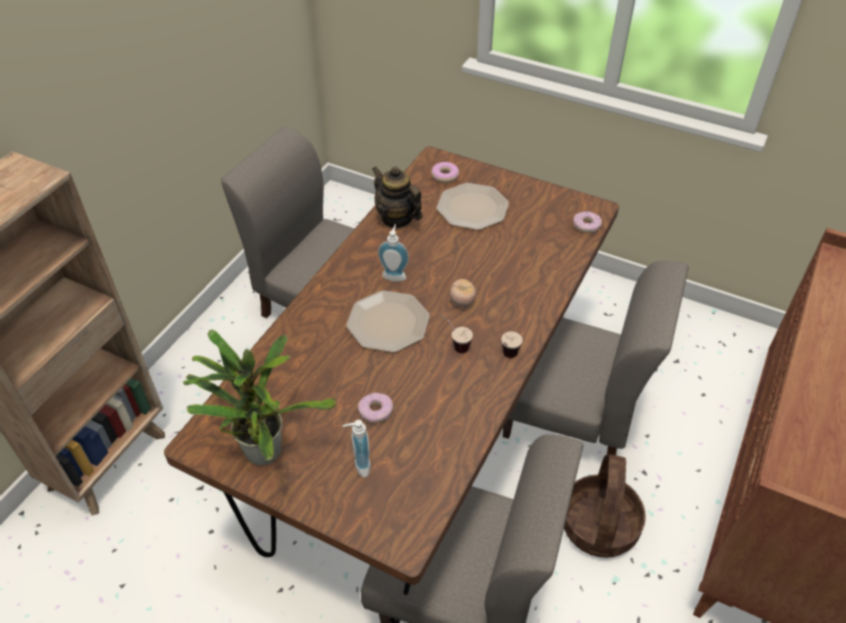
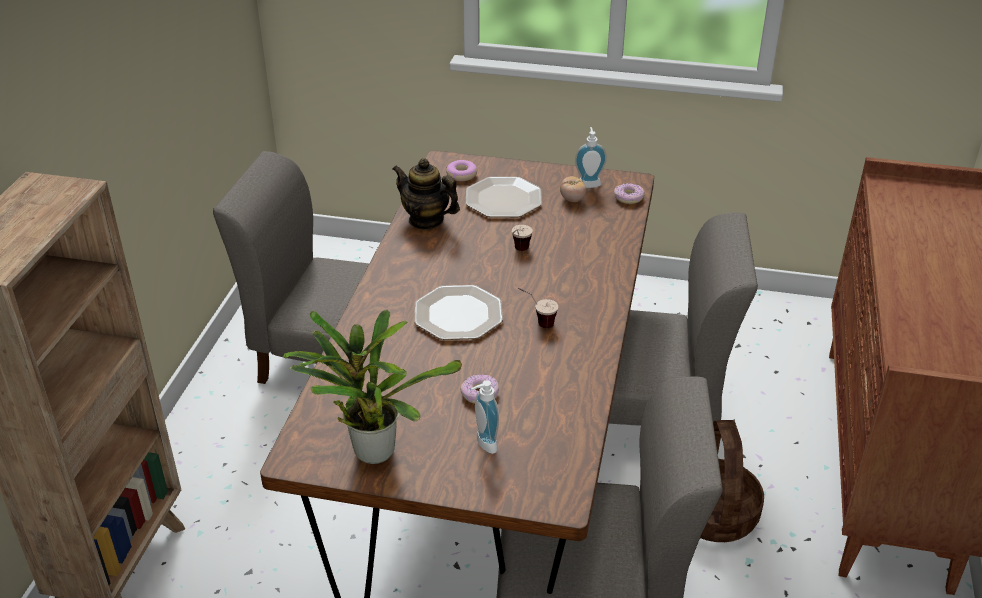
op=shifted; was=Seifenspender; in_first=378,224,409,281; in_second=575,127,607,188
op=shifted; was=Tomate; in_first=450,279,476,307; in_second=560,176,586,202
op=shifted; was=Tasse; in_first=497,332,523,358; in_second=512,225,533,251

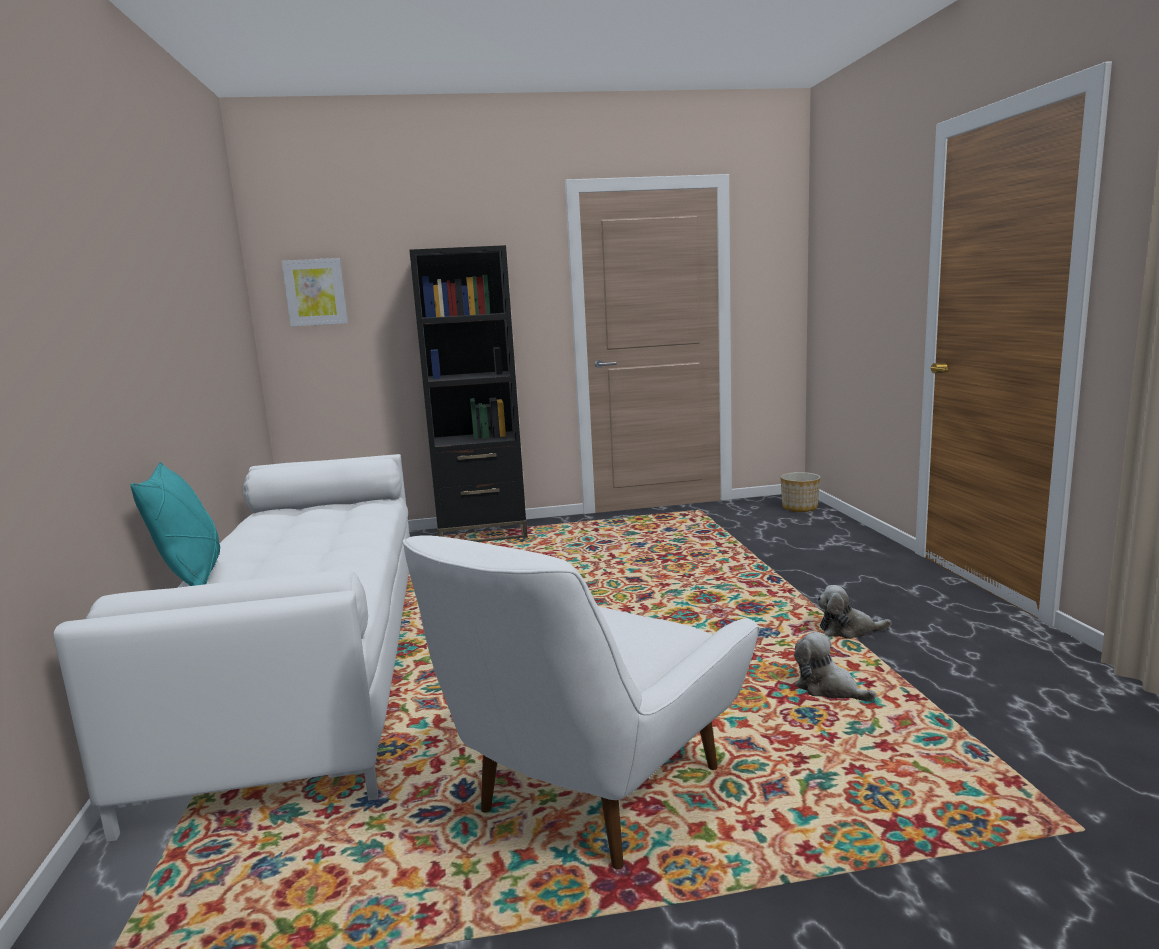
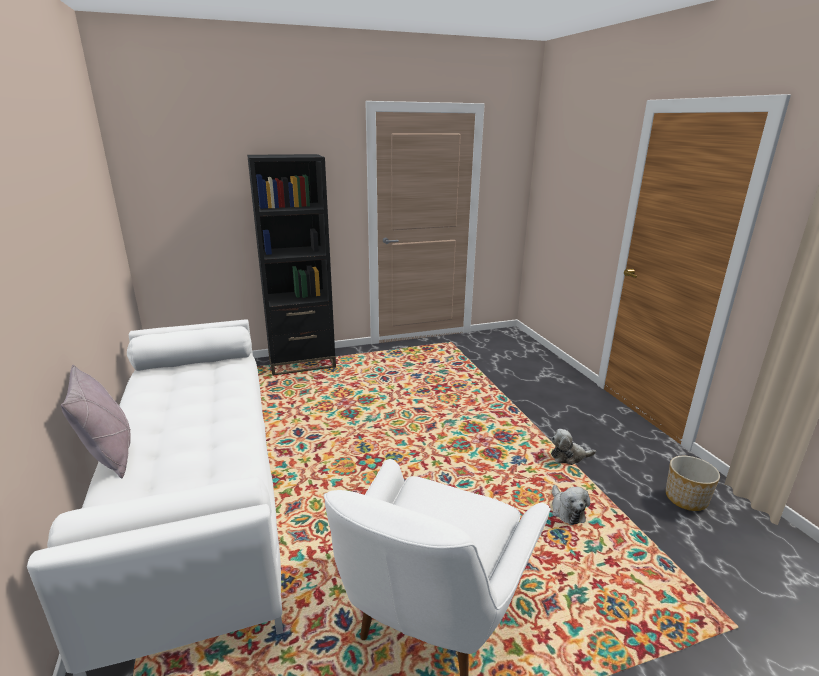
op=repainted; was=Kissen (türkis); now=Kissen (lila); in_first=131,462,220,586; in_second=61,365,131,478
op=gone; was=Bild; in_first=282,258,348,327
op=shifted; was=Pflanzkübel; in_first=780,472,820,512; in_second=666,456,720,511
op=rotated; was=Plüschtier; in_first=794,632,876,702; in_second=552,485,590,525; clockwise=-135

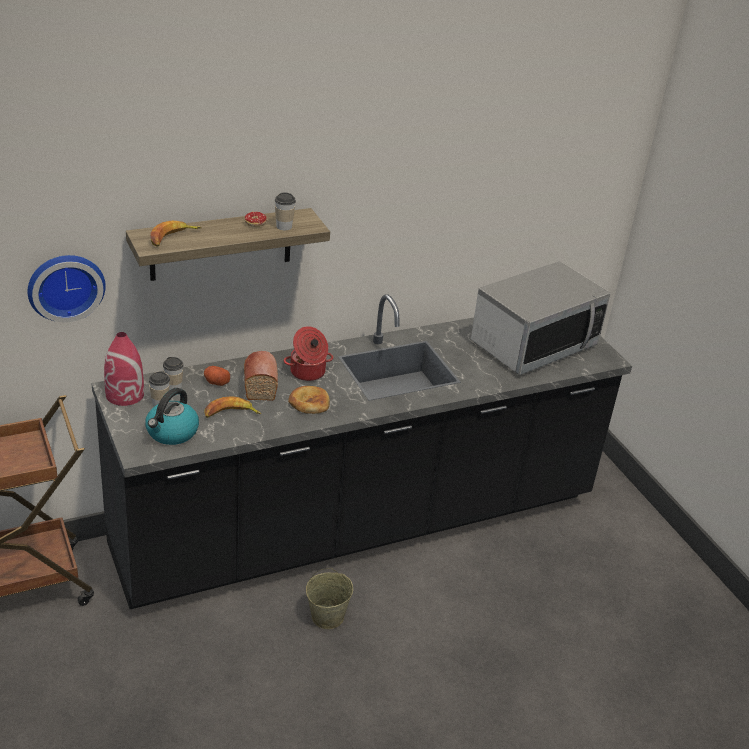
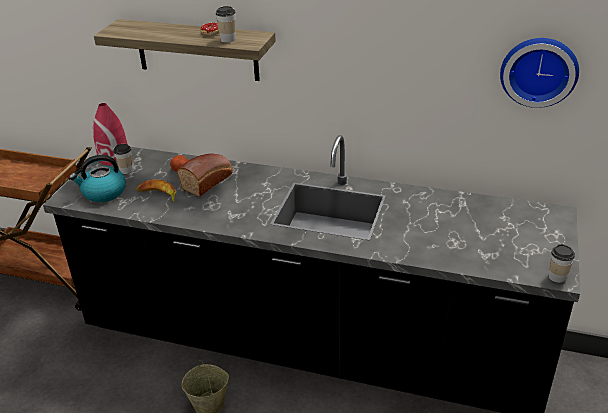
op=shifted; was=Wanduhr; in_first=28,255,106,322; in_second=500,38,579,108
op=gone; was=Banane; in_first=151,221,202,247
op=shifted; was=Tasse; in_first=163,357,184,390; in_second=549,244,575,283
op=gone; was=Kochtopf; in_first=284,326,333,381
op=gone; was=Brot; in_first=288,386,330,414
op=gone; was=Mikrowelle; in_first=471,261,611,375

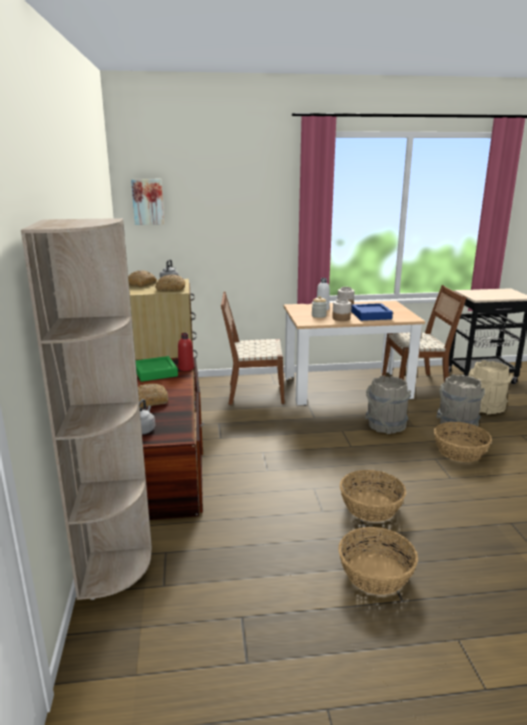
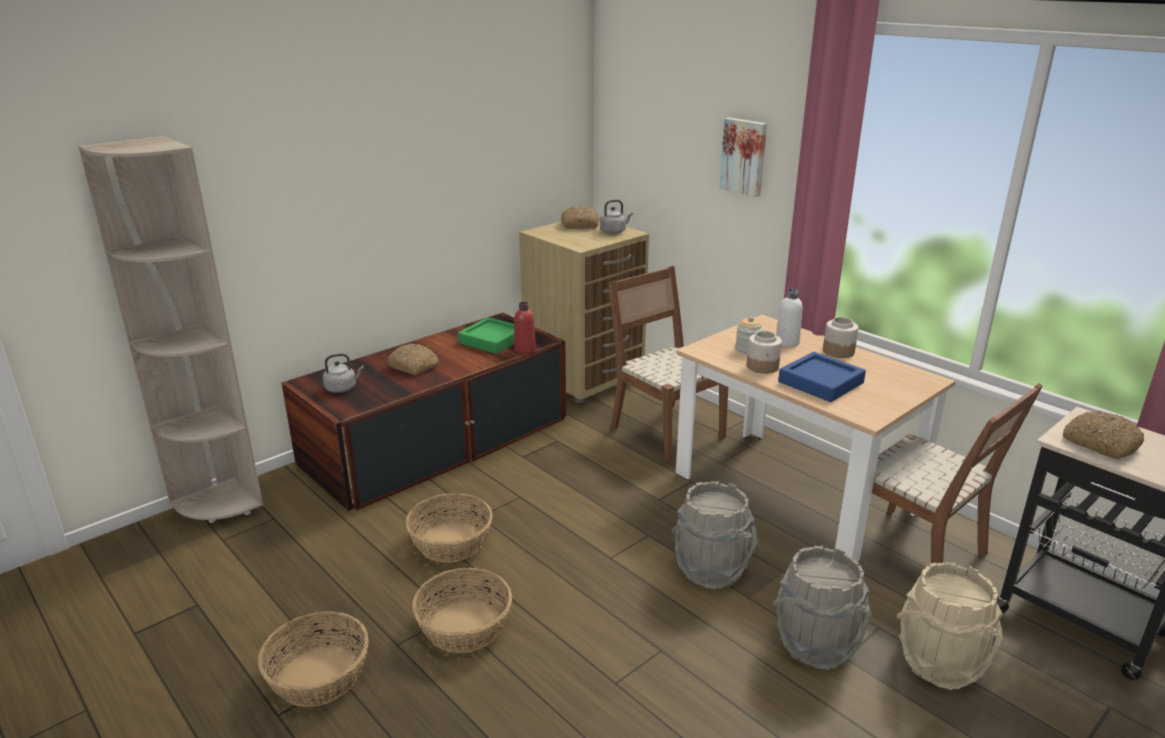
op=shifted; was=Bild; in_first=131,179,164,225; in_second=719,118,767,197
op=shifted; was=Brot; in_first=155,274,185,291; in_second=1063,411,1144,459
op=shifted; was=Korb; in_first=434,422,492,462; in_second=406,493,493,562

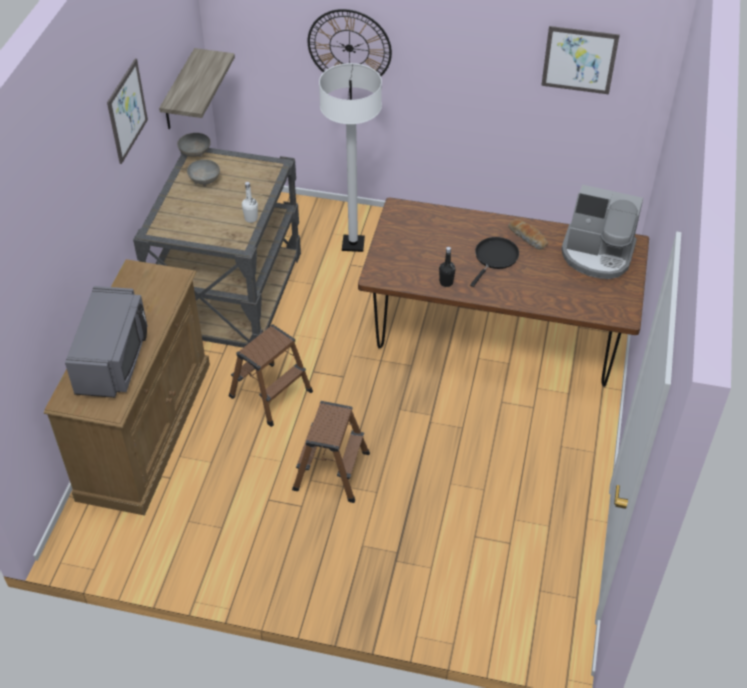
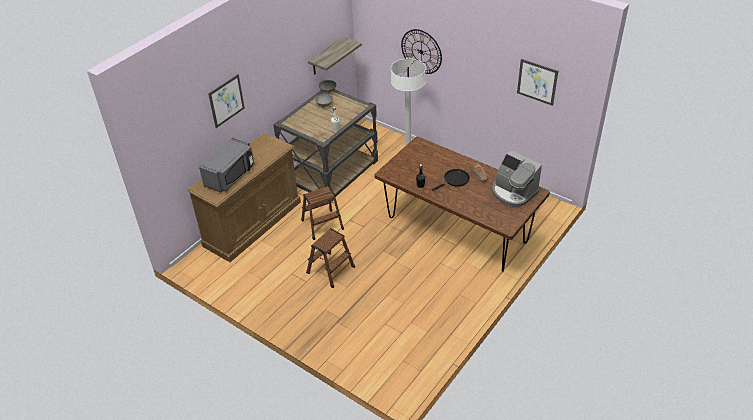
op=shifted; was=Bild; in_first=107,59,148,164; in_second=208,74,245,128

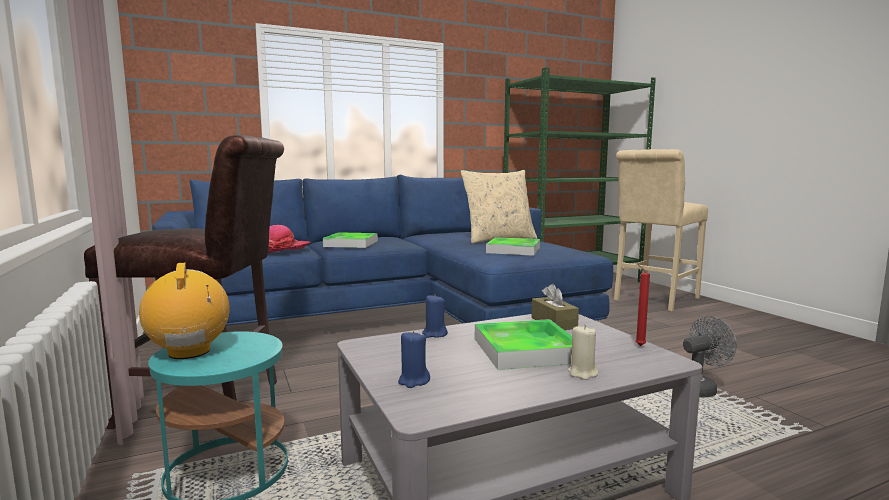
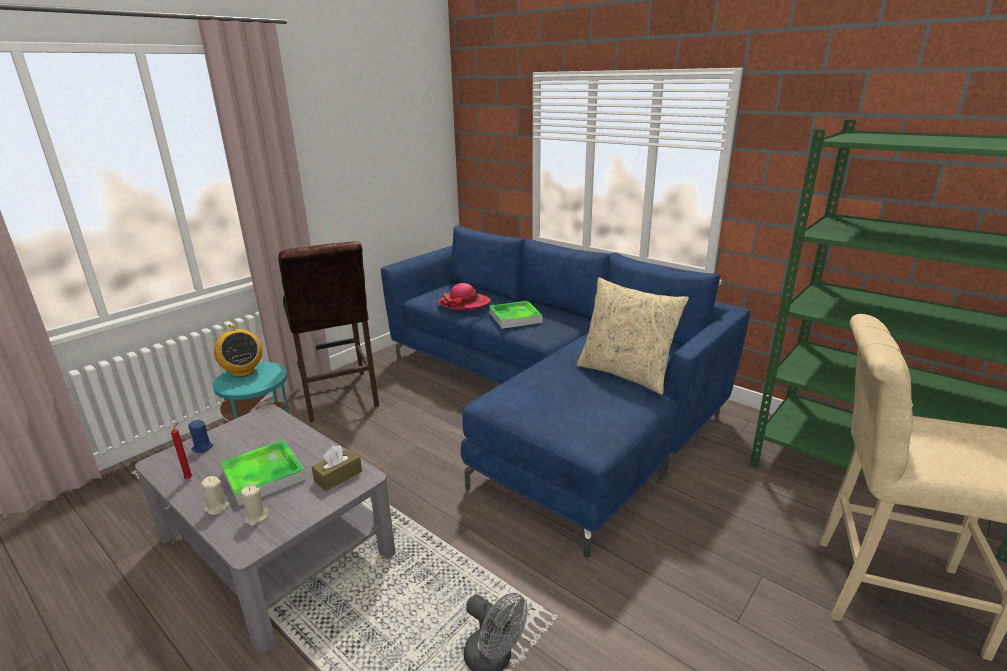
op=rotated; was=Radio; in_first=139,262,230,359; in_second=214,324,263,377; clockwise=105
op=gone; was=Kerze (blau); in_first=422,294,448,338
op=gone; was=Tablett; in_first=486,237,540,256
op=shifted; was=Kerze (rot); in_first=635,264,650,346; in_second=171,422,192,479
op=new; now=Kerze (beige); in_second=240,486,269,526

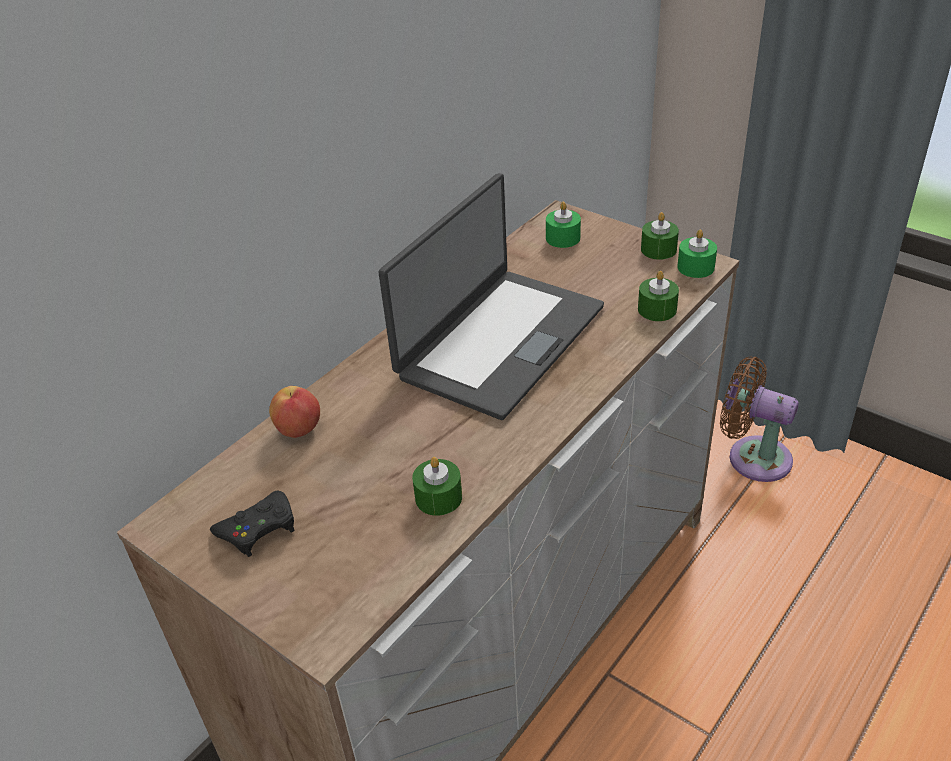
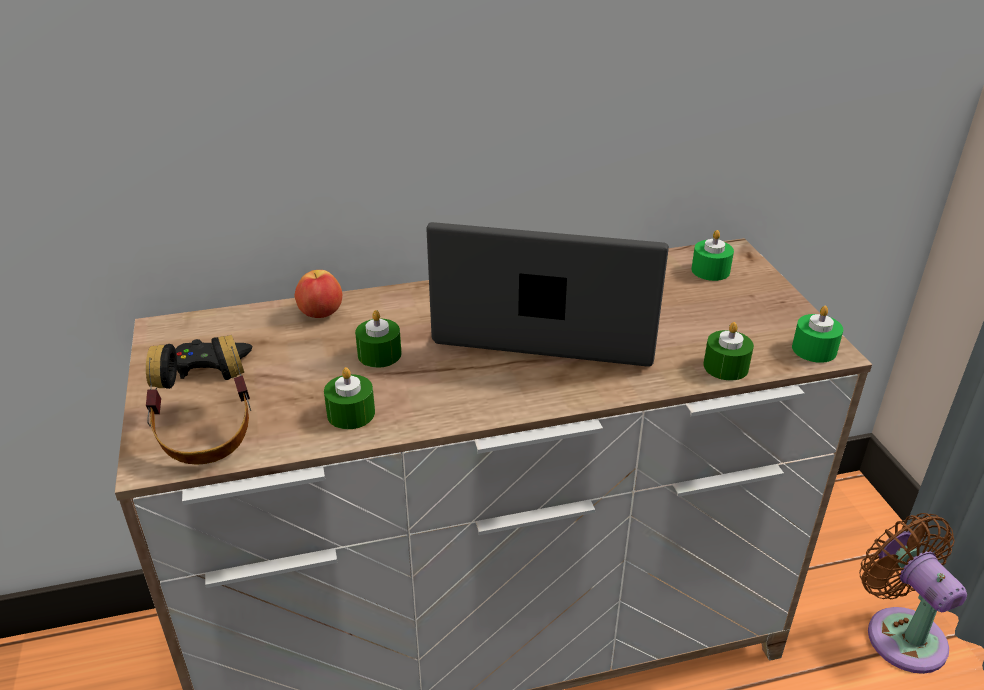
op=rotated; was=Laptop; in_first=378,173,604,420; in_second=426,222,669,367; clockwise=-150
op=shifted; was=Kerze (grün); in_first=641,212,679,260; in_second=355,310,402,368
op=new; now=Kopfhörer; in_second=146,335,251,465

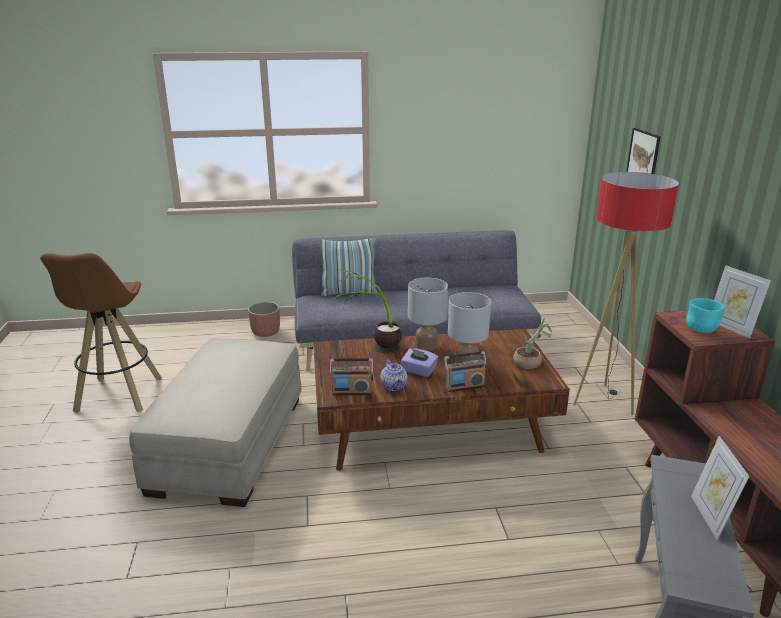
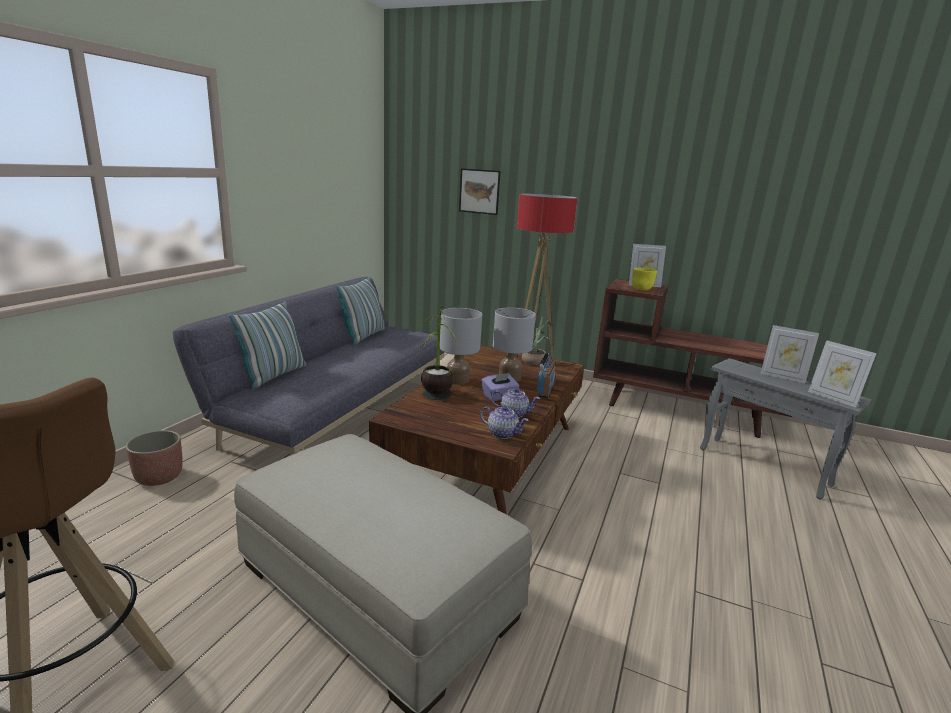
op=swapped; was=Radio; now=Teekanne; in_first=330,358,374,395; in_second=480,406,529,439
op=repainted; was=Schüssel (türkis); now=Schüssel (gelb); in_first=686,298,725,333; in_second=632,268,657,290
op=new; now=Kissen; in_second=336,277,385,345
op=new; now=Bilderrahmen; in_second=808,340,877,408

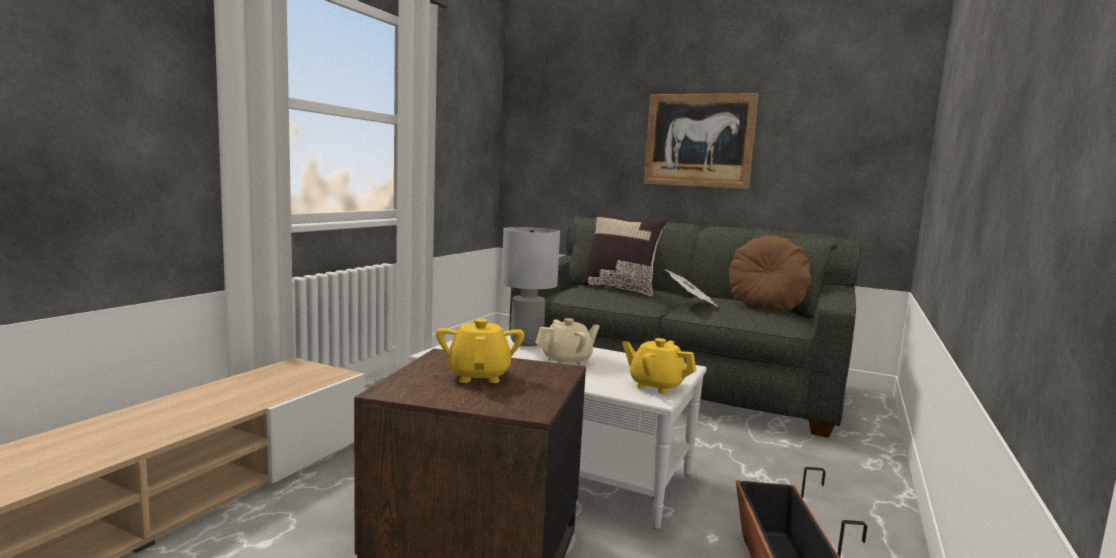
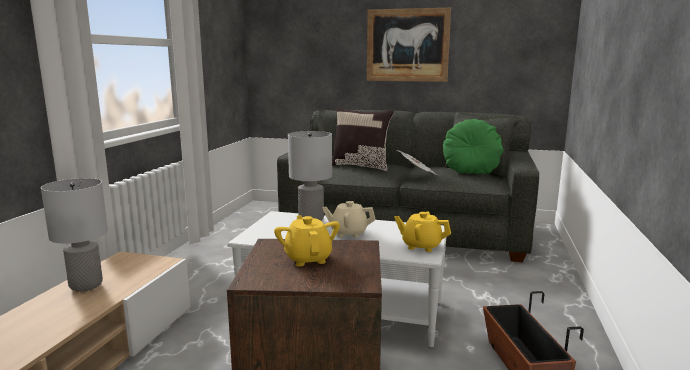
op=rotated; was=Teekanne (beige); in_first=535,318,600,365; in_second=323,201,375,238; clockwise=-135
op=repainted; was=Kissen (braun); now=Kissen (grün); in_first=729,236,812,310; in_second=443,119,503,174
op=new; now=Tischlampe (grau); in_second=41,178,108,292

